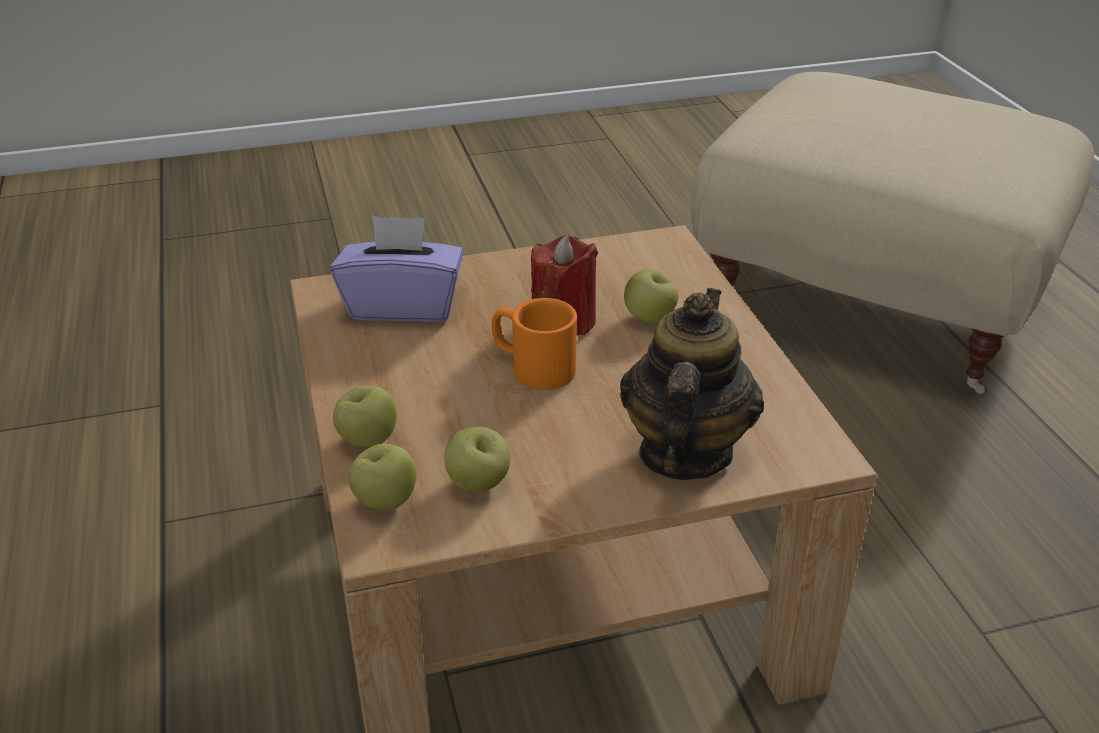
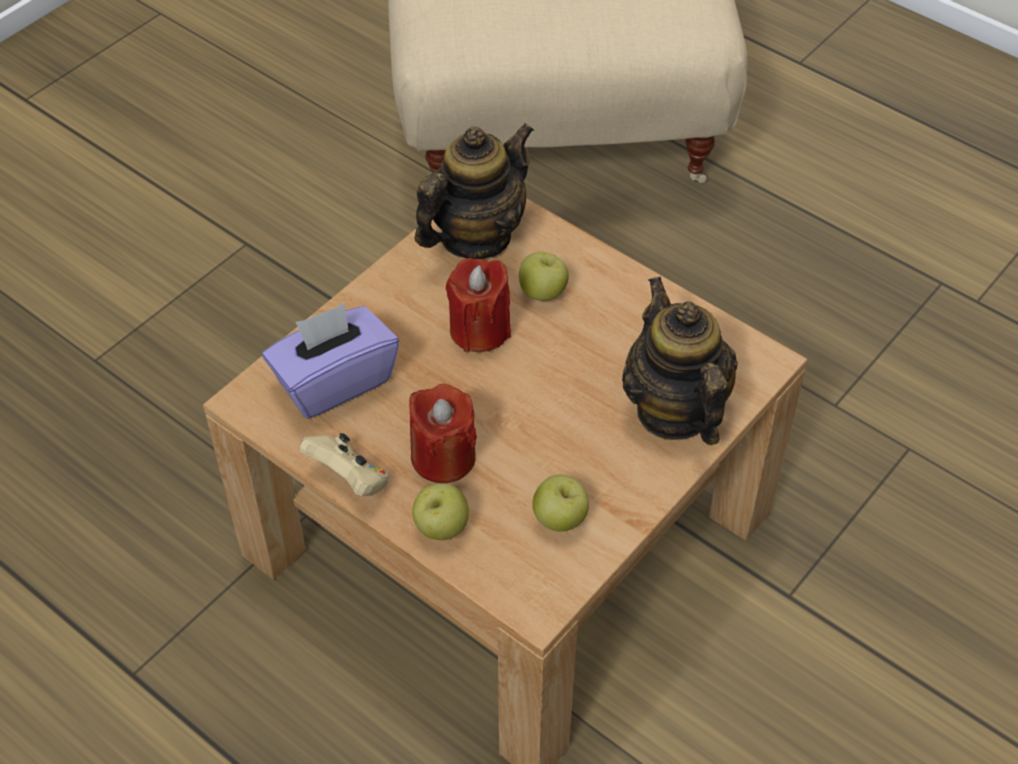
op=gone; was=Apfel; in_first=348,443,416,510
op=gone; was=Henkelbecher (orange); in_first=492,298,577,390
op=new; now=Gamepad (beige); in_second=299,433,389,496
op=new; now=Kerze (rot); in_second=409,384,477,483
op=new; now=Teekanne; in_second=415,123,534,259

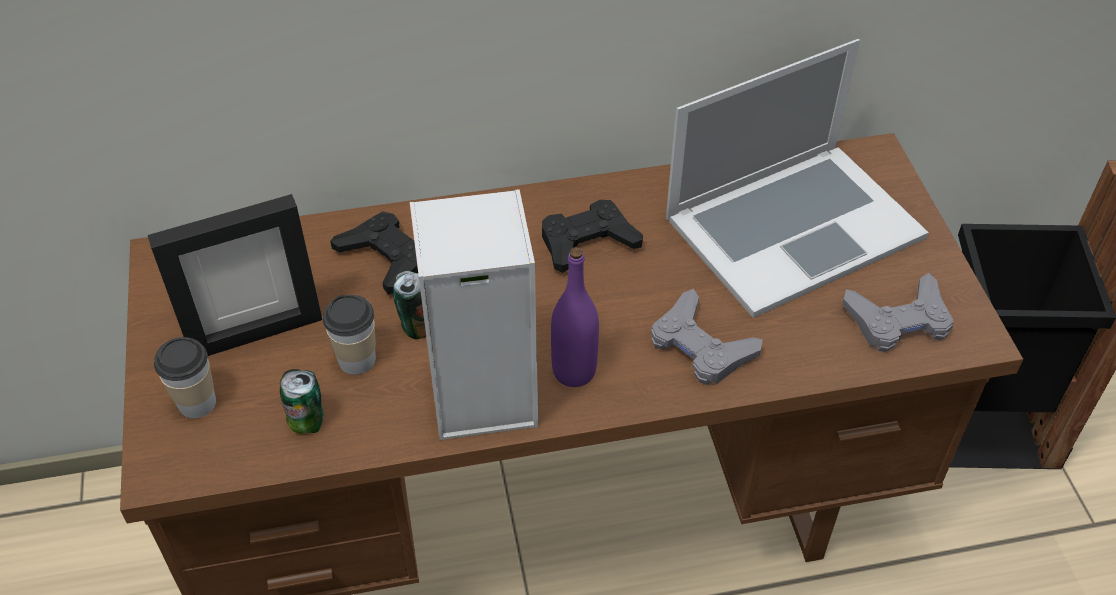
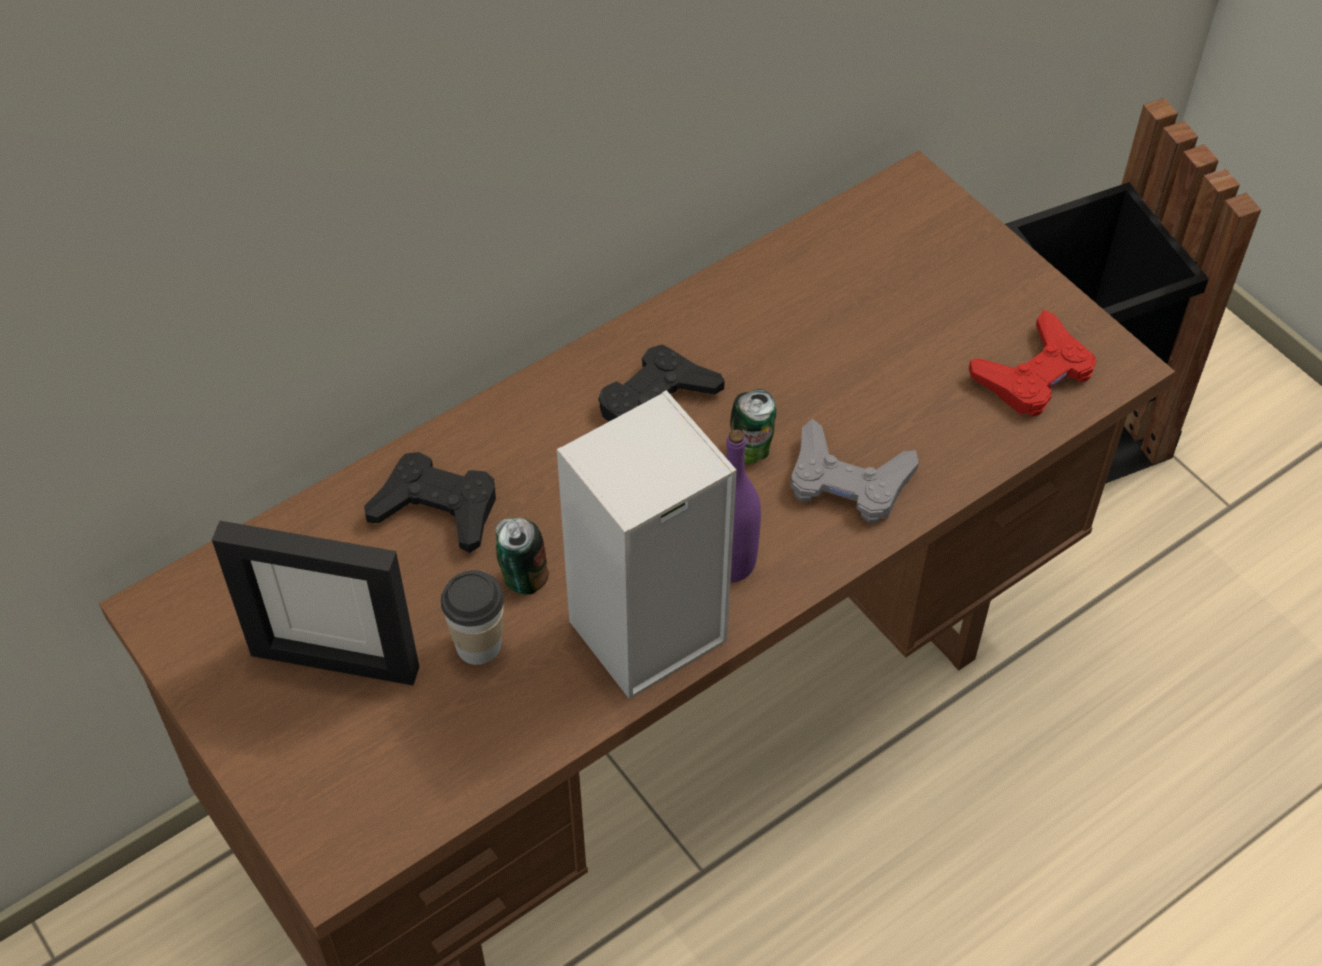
op=rotated; was=Bilderrahmen; in_first=148,194,322,356; in_second=212,521,419,685; clockwise=60
op=gone; was=Tasse; in_first=154,337,216,419
op=shifted; was=Dose; in_first=280,369,324,434; in_second=730,389,776,464
op=gone; was=Laptop; in_first=666,39,929,318
op=repainted; was=Gamepad (grau); now=Gamepad (rot); in_first=842,273,954,352; in_second=969,310,1096,417

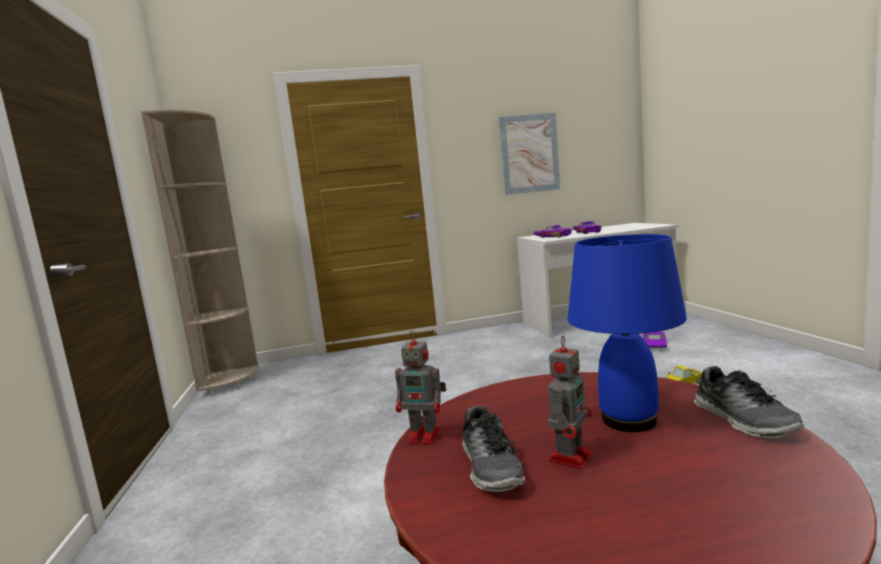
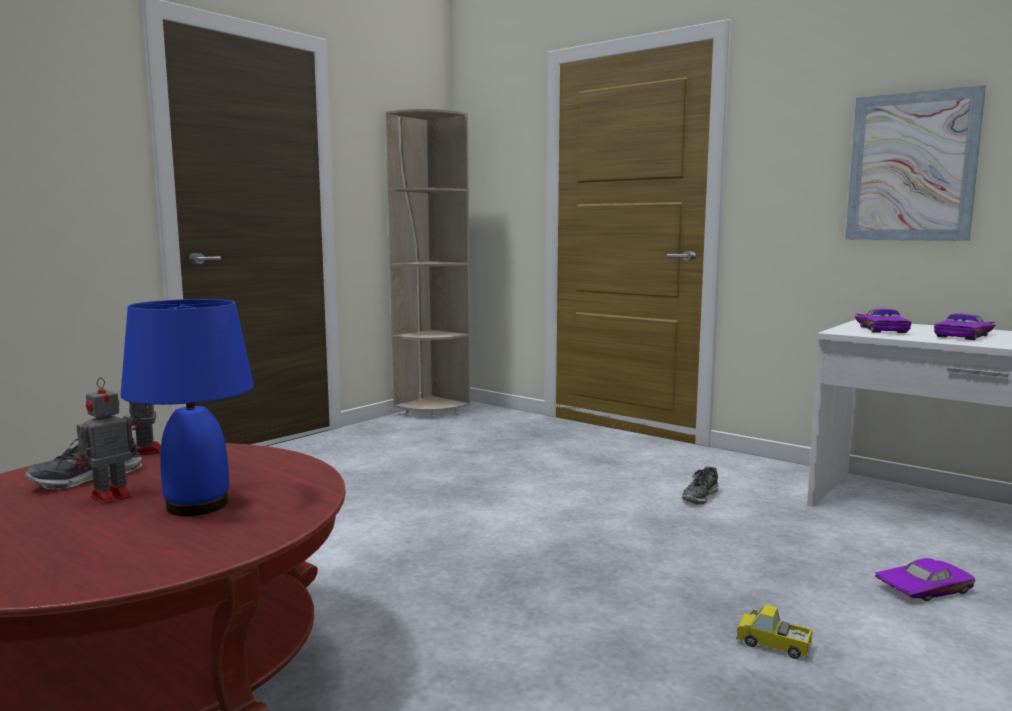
op=rotated; was=Spielzeugroboter; in_first=548,336,592,469; in_second=77,377,133,504; clockwise=135
op=shifted; was=Schuh; in_first=694,366,804,438; in_second=682,466,719,505

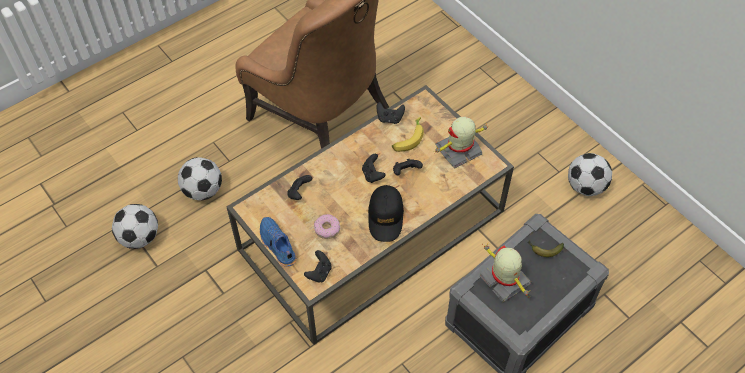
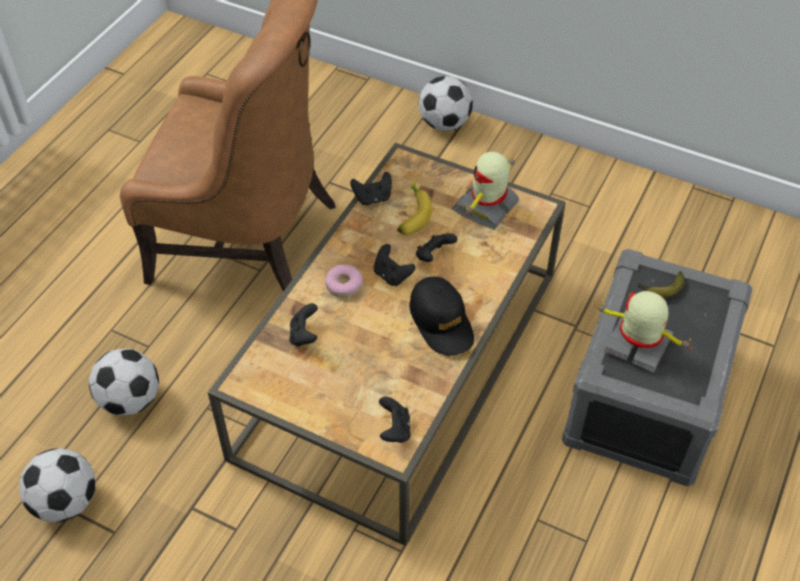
op=gone; was=Schuh (blau); in_first=260,217,297,267
op=shifted; was=Donut; in_first=314,214,340,239; in_second=325,264,363,297
op=shifted; was=Fußball; in_first=568,153,612,196; in_second=419,76,473,131

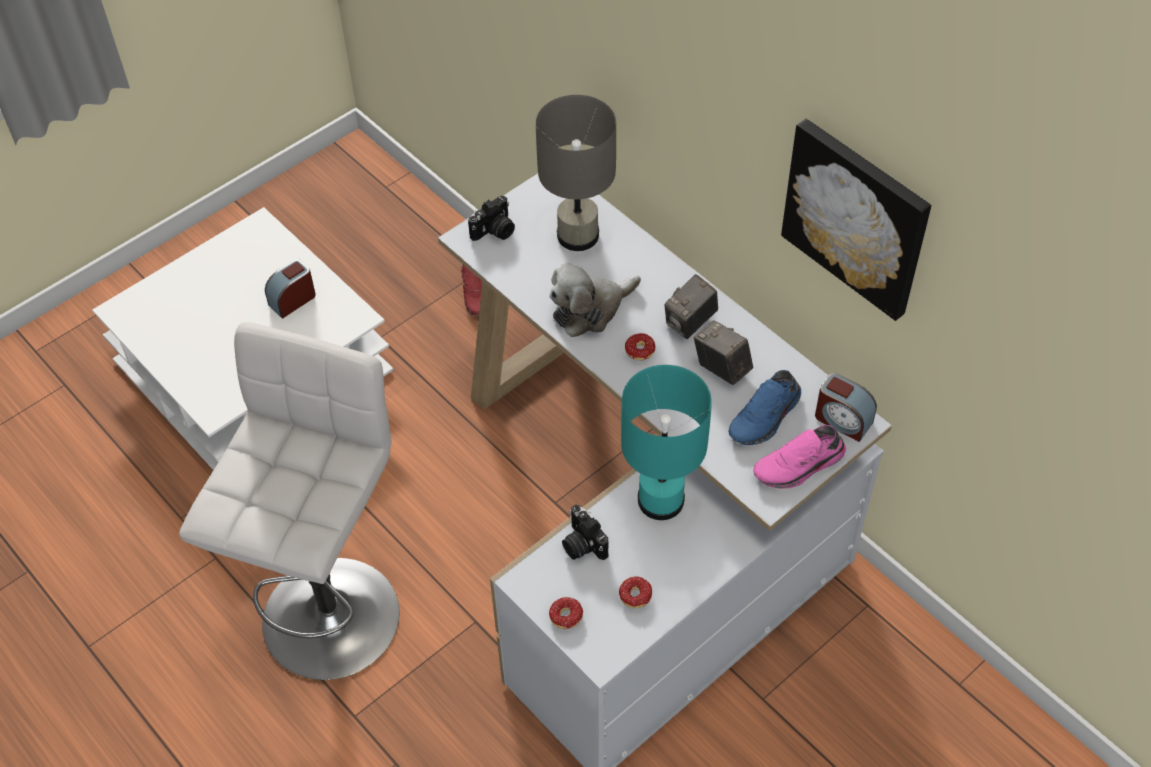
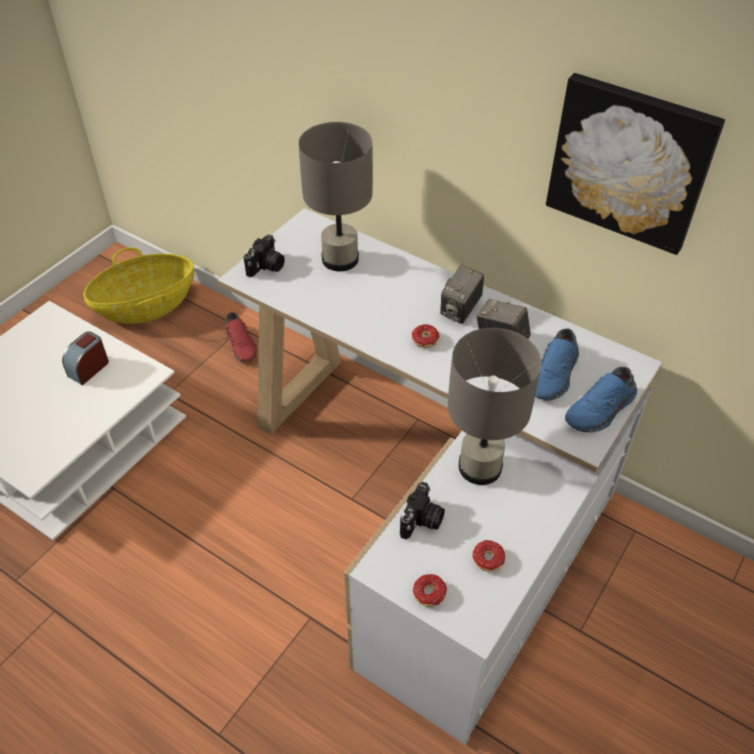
op=gone; was=Hocker (weiß); in_first=179,322,399,680
op=gone; was=Plüschtier; in_first=550,263,641,337
op=rotated; was=Kamera; in_first=562,505,609,560; in_second=400,482,445,540; clockwise=-105
op=repainted; was=Tischlampe (türkis); now=Tischlampe (grau); in_first=621,365,712,520; in_second=448,328,541,485
op=repainted; was=Schuh (rosa); now=Schuh (blau); in_first=753,425,846,489; in_second=565,367,637,432
op=gone; was=Wecker; in_first=815,373,877,442
op=new; now=Korb; in_second=83,247,194,324

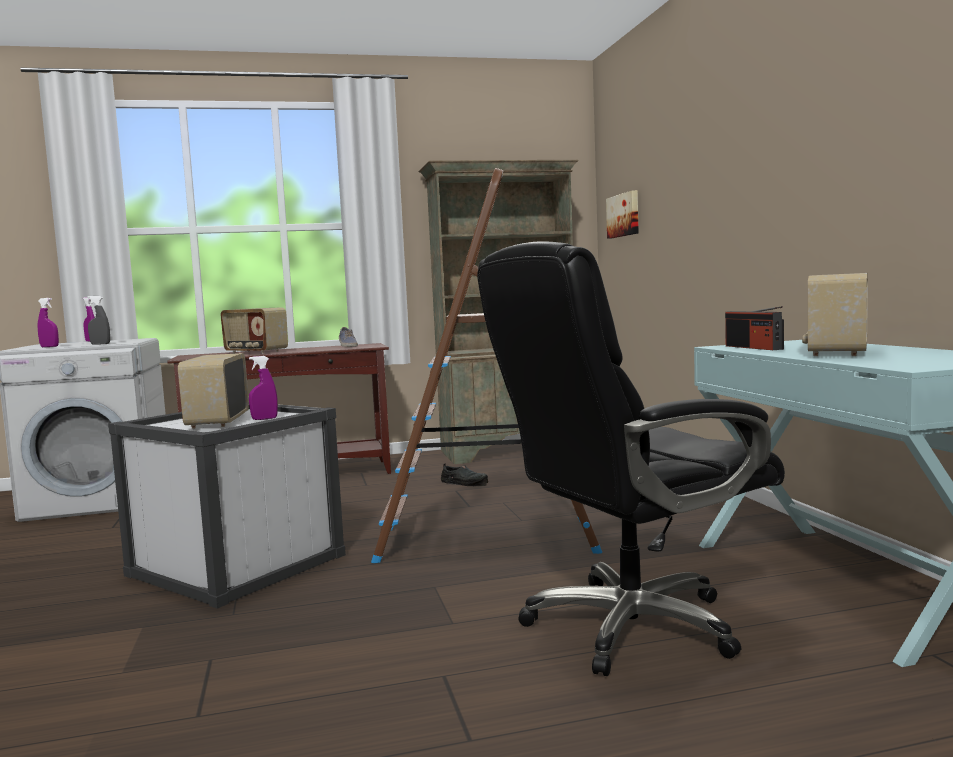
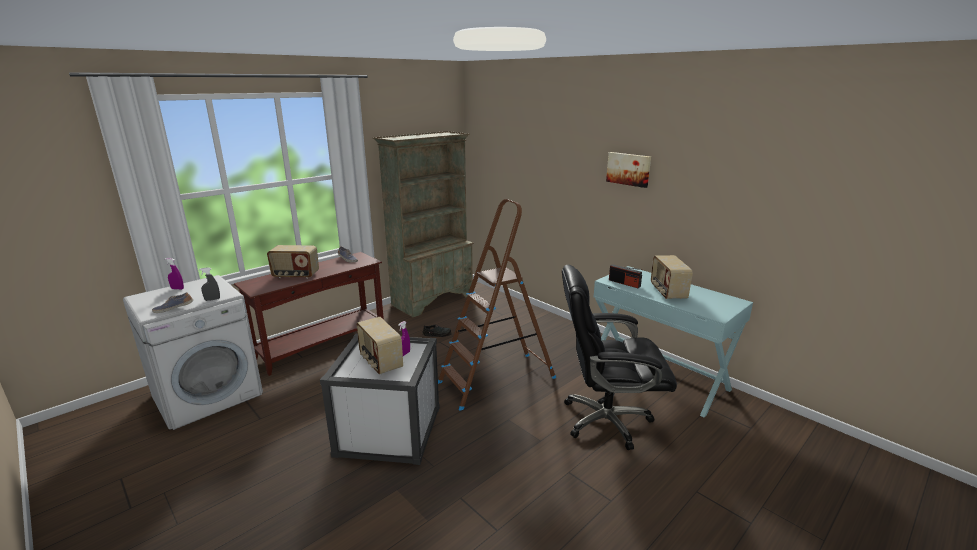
op=swapped; was=Sprühflasche (lila); now=Schuh; in_first=38,298,59,347; in_second=152,292,193,313
op=rotated; was=Bürostuhl (schwarz); in_first=477,241,785,676; in_second=562,265,677,450; clockwise=60
op=shifted; was=Bild; in_first=606,190,639,239; in_second=606,152,651,188

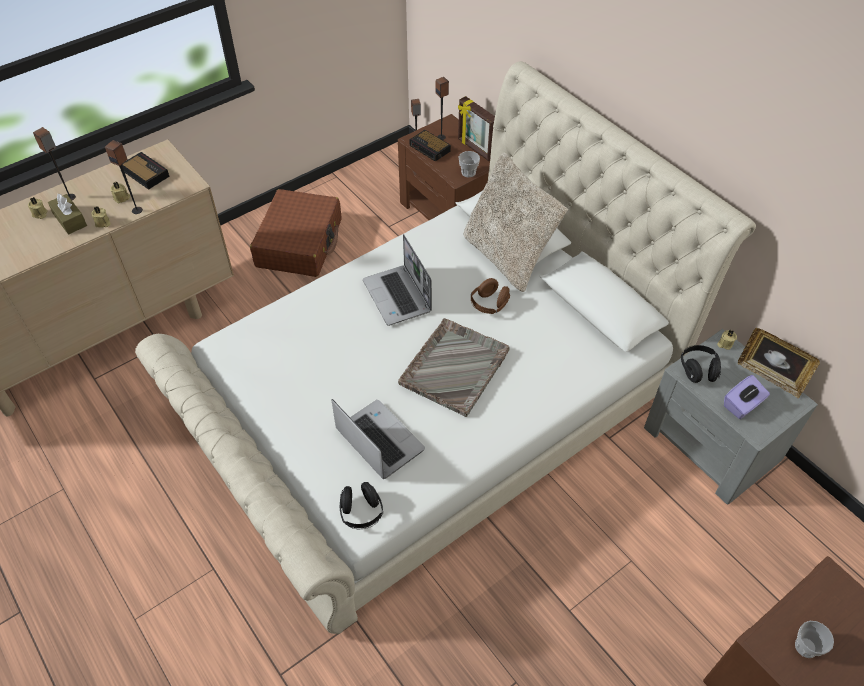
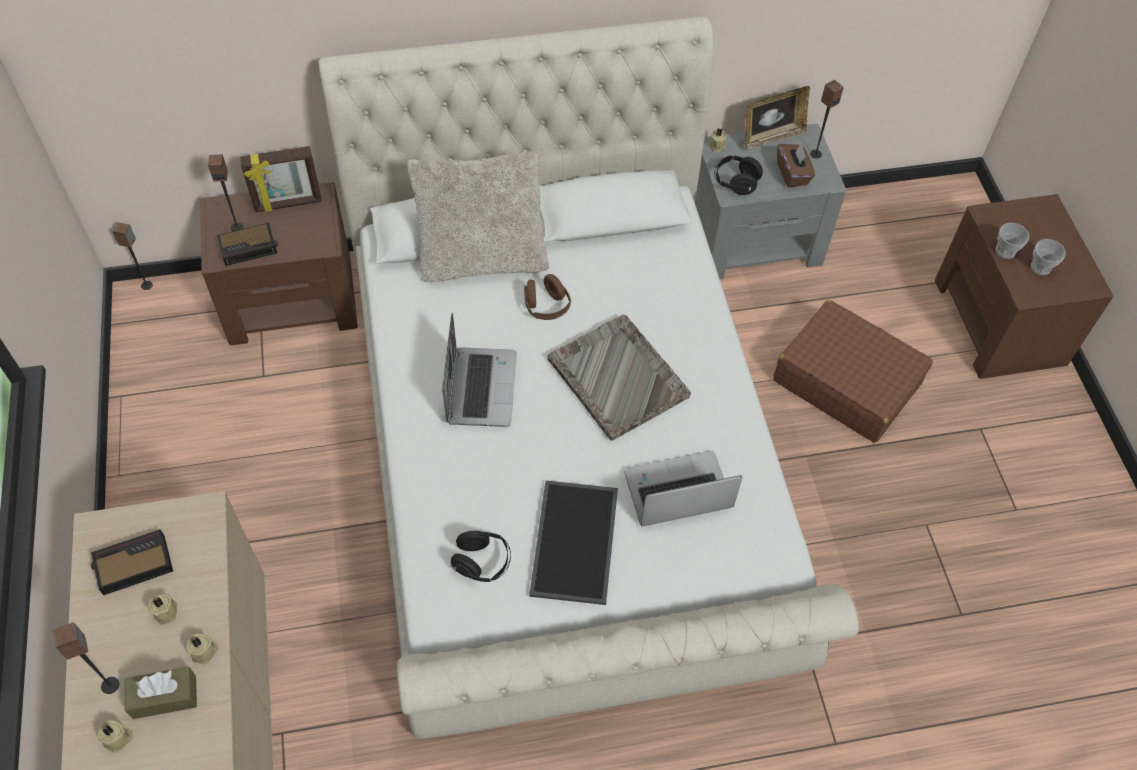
op=shifted; was=Lautsprecher; in_first=105,140,143,214; in_second=810,80,844,159
op=shifted; was=Koffer (braun); in_first=250,189,341,277; in_second=773,300,933,443
op=shifted; was=Kopfhörer (schwarz); in_first=340,482,383,529; in_second=451,531,511,582
op=rotated; was=Laptop; in_first=363,234,432,326; in_second=442,313,517,427; clockwise=-90
op=shifted; was=Tasse; in_first=459,151,480,177; in_second=996,223,1030,259
op=repainted; was=Taschentuchbox (lila); now=Taschentuchbox (braun); in_first=724,375,770,419; in_second=777,143,815,188
op=new; now=Tablett; in_second=529,481,618,605

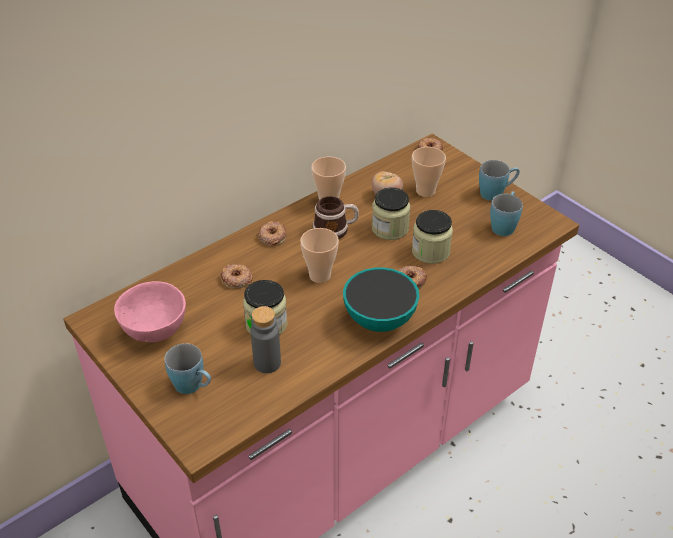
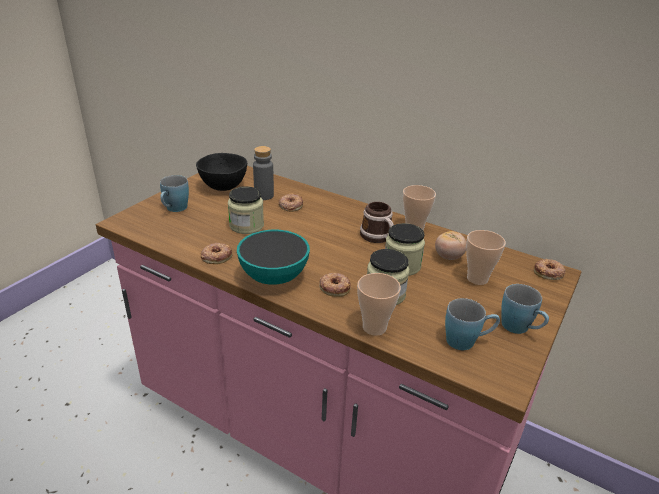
op=repainted; was=Schüssel (rosa); now=Schüssel (schwarz); in_first=114,281,186,342; in_second=196,153,247,191
op=shifted; was=Flasche (grau); in_first=251,306,281,373; in_second=253,146,274,200
op=shifted; was=Donut; in_first=258,221,287,246; in_second=201,243,233,264
op=shifted; was=Tasse; in_first=300,228,339,283; in_second=357,273,401,336

